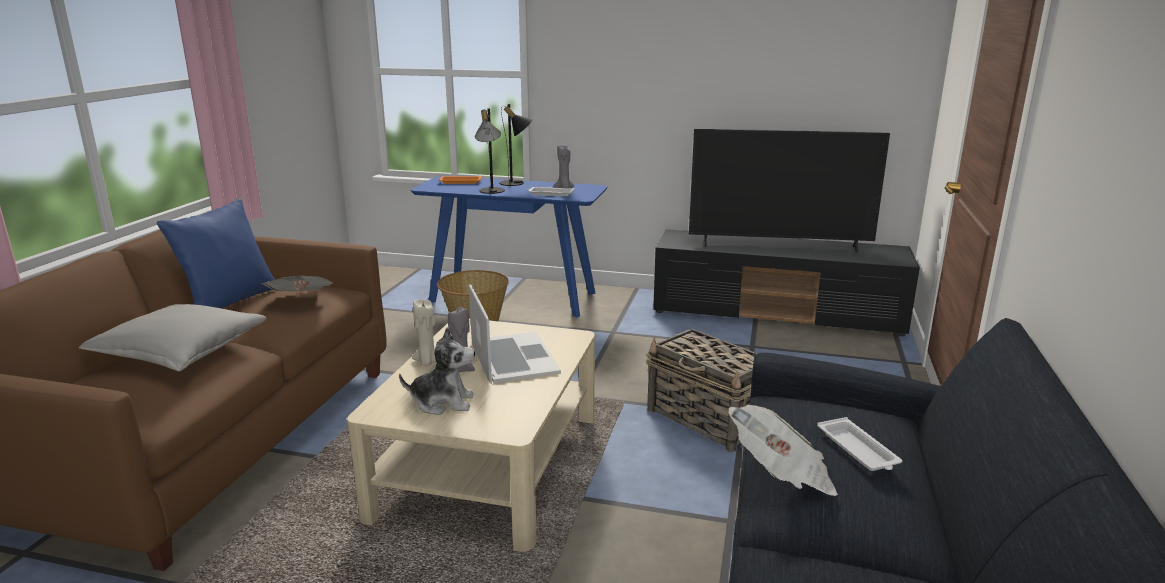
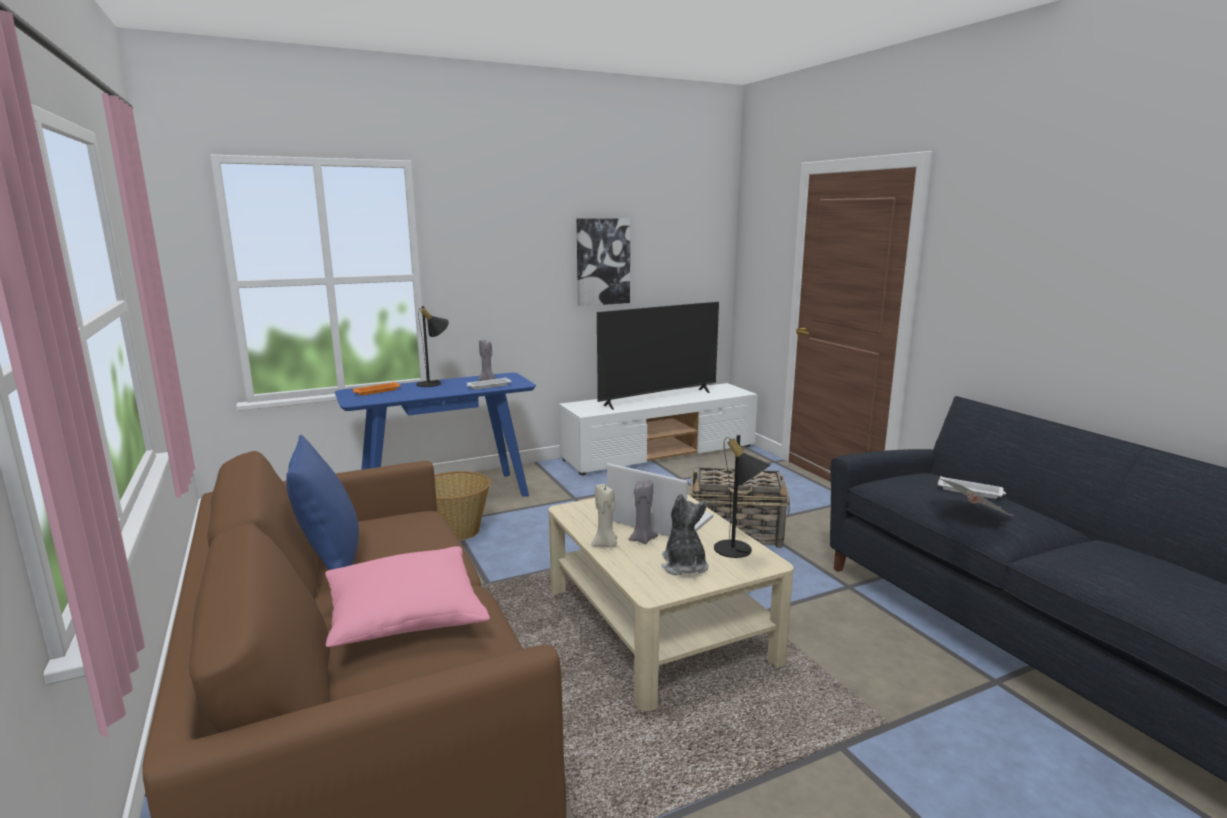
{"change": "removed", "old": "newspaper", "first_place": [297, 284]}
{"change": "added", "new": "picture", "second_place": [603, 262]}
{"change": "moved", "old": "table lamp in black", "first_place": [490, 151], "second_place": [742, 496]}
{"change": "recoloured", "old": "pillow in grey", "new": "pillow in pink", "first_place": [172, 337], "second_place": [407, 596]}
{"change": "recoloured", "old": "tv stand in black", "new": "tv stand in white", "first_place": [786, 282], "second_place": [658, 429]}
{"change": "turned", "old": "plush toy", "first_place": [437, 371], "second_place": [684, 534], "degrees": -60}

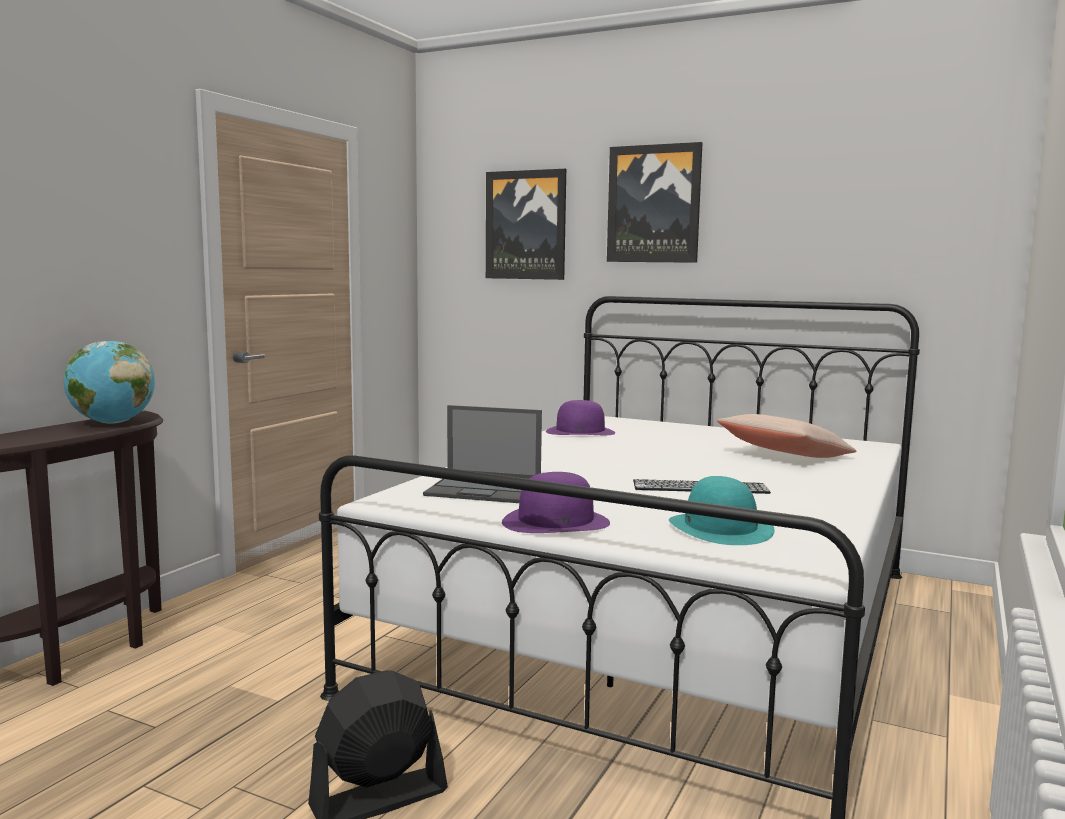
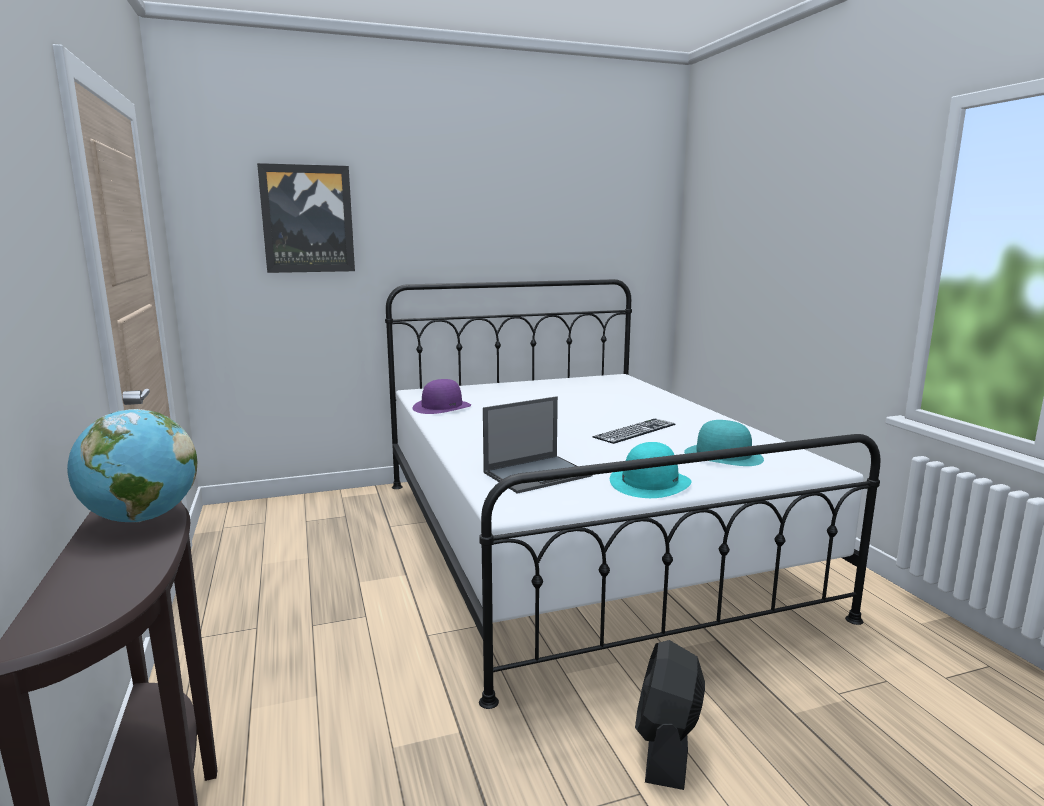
{"change": "removed", "old": "picture", "first_place": [655, 202]}
{"change": "removed", "old": "pillow in beige", "first_place": [786, 436]}
{"change": "recoloured", "old": "hat in purple", "new": "hat in turquoise", "first_place": [556, 502], "second_place": [650, 470]}

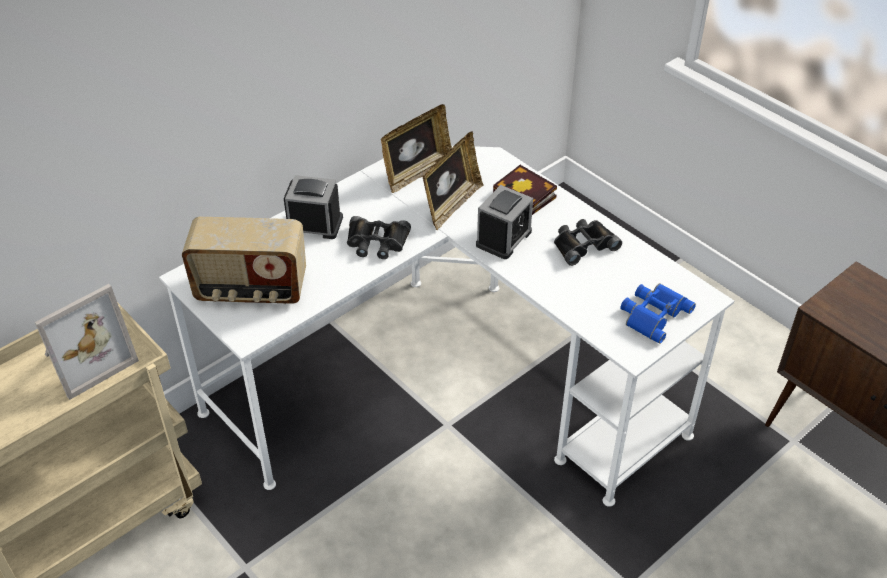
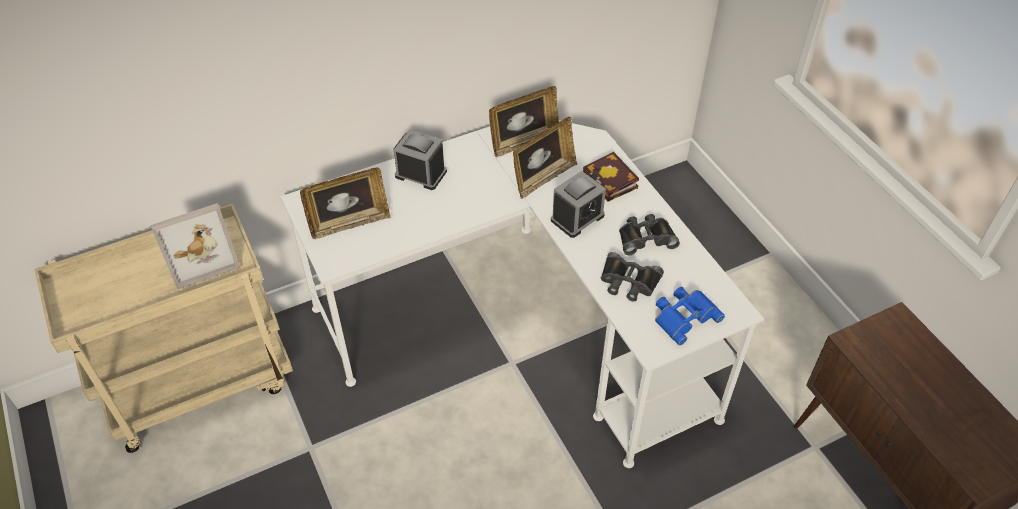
{"change": "moved", "old": "binoculars in black", "first_place": [379, 237], "second_place": [632, 276]}
{"change": "replaced", "old": "radio", "new": "picture frame", "first_place": [244, 260], "second_place": [345, 203]}

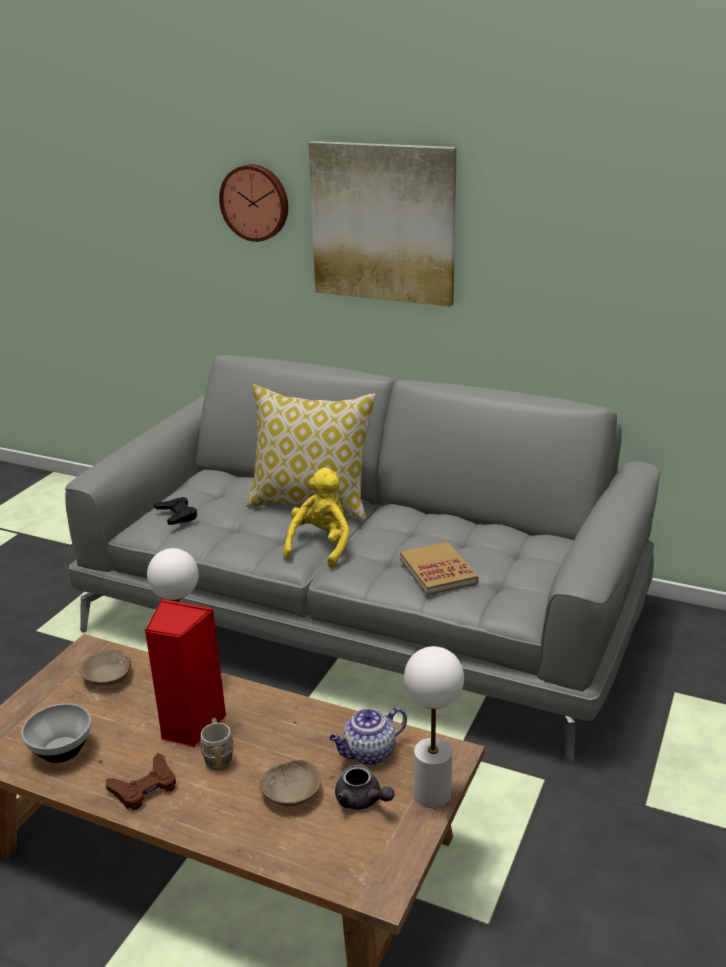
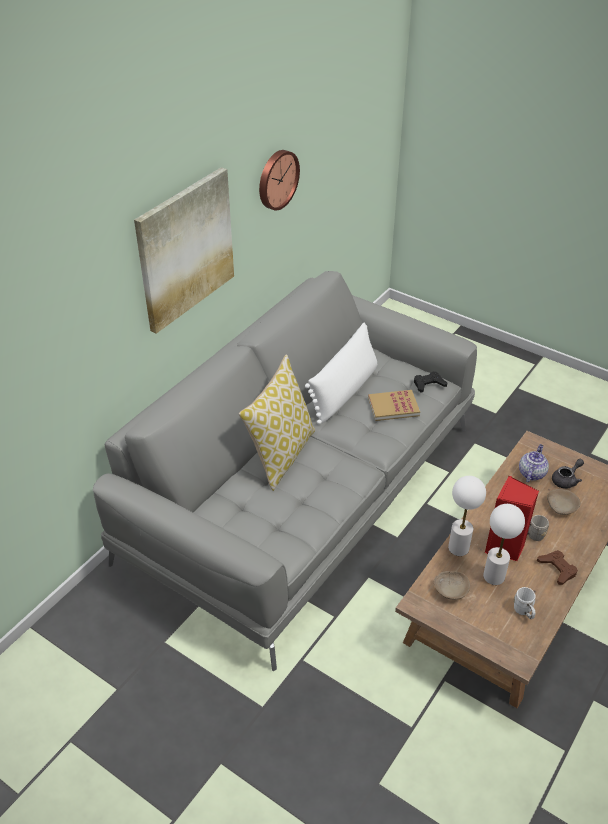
{"change": "removed", "old": "plush toy in yellow", "first_place": [316, 518]}
{"change": "added", "new": "pillow in white", "second_place": [341, 373]}
{"change": "moved", "old": "game controller in black", "first_place": [175, 511], "second_place": [430, 382]}
{"change": "moved", "old": "wall clock", "first_place": [253, 203], "second_place": [279, 180]}
{"change": "moved", "old": "table lamp in white", "first_place": [434, 727], "second_place": [504, 544]}
{"change": "replaced", "old": "bowl", "new": "mug in white", "first_place": [56, 733], "second_place": [524, 603]}
{"change": "turned", "old": "teapot", "first_place": [368, 736], "second_place": [534, 463], "degrees": -135}

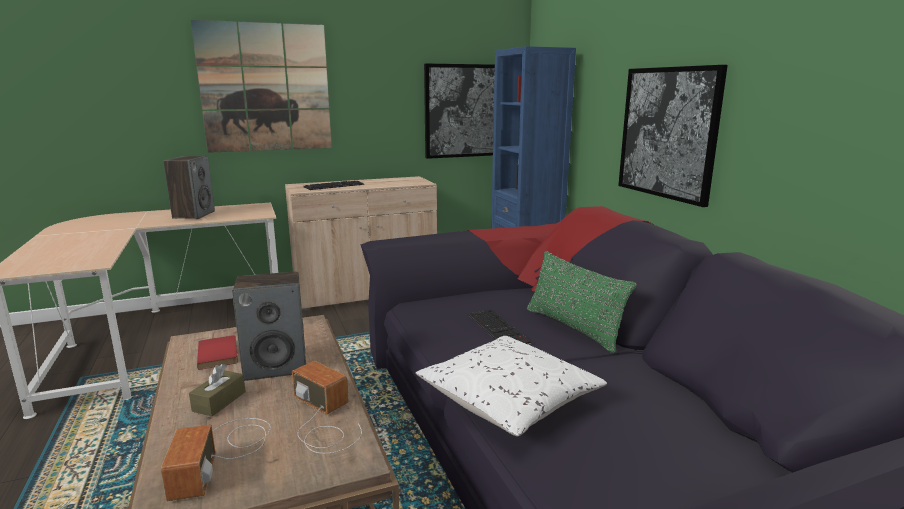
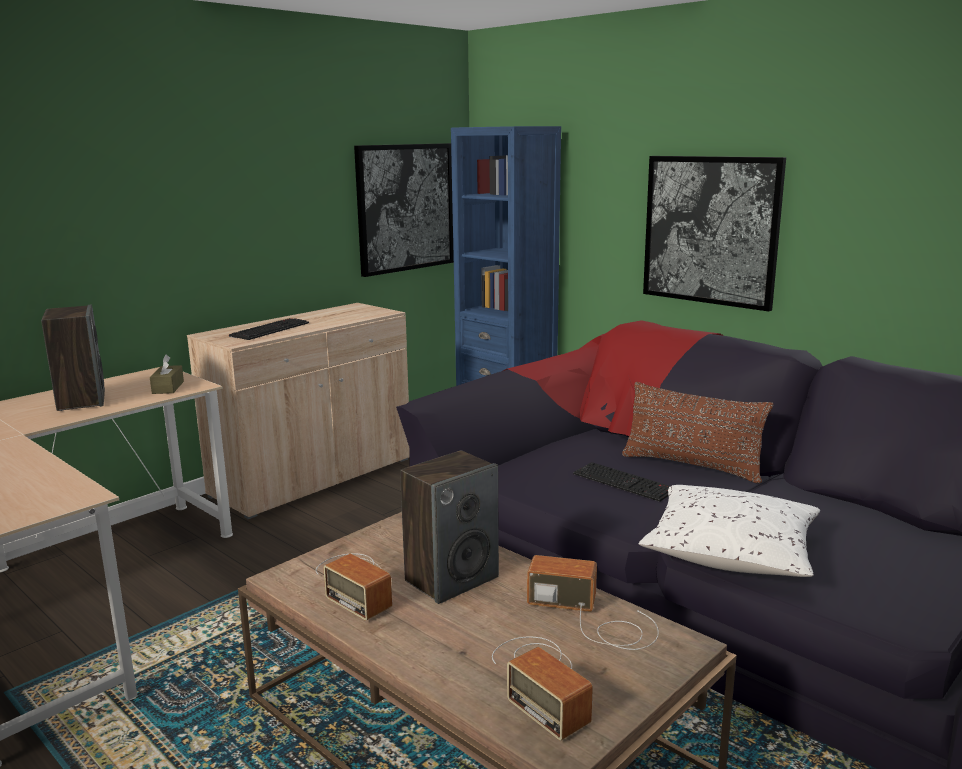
{"change": "removed", "old": "picture", "first_place": [261, 86]}
{"change": "moved", "old": "tissue box in brown", "first_place": [217, 390], "second_place": [167, 374]}
{"change": "replaced", "old": "book in red", "new": "radio", "first_place": [217, 352], "second_place": [354, 587]}
{"change": "recoloured", "old": "pillow in green", "new": "pillow in brown", "first_place": [582, 302], "second_place": [697, 432]}

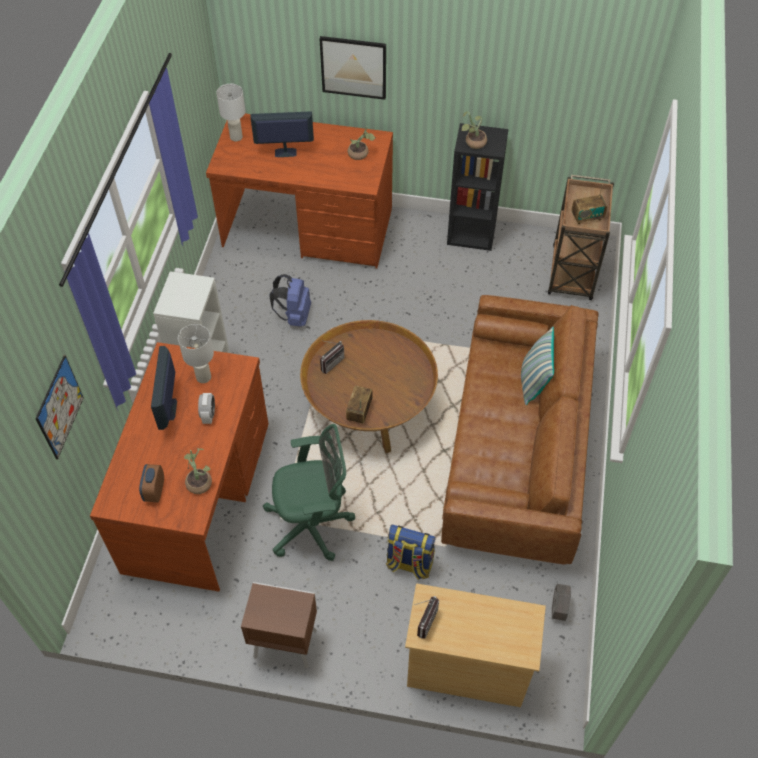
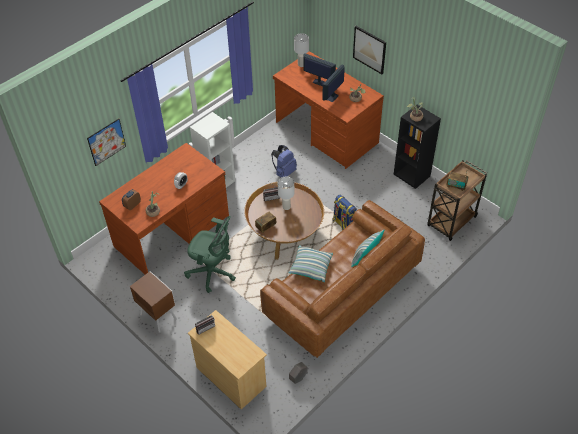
{"change": "added", "new": "pillow", "second_place": [310, 263]}
{"change": "moved", "old": "monitor", "first_place": [164, 388], "second_place": [333, 83]}
{"change": "moved", "old": "table lamp in white", "first_place": [196, 353], "second_place": [286, 193]}
{"change": "moved", "old": "backpack", "first_place": [411, 552], "second_place": [345, 212]}

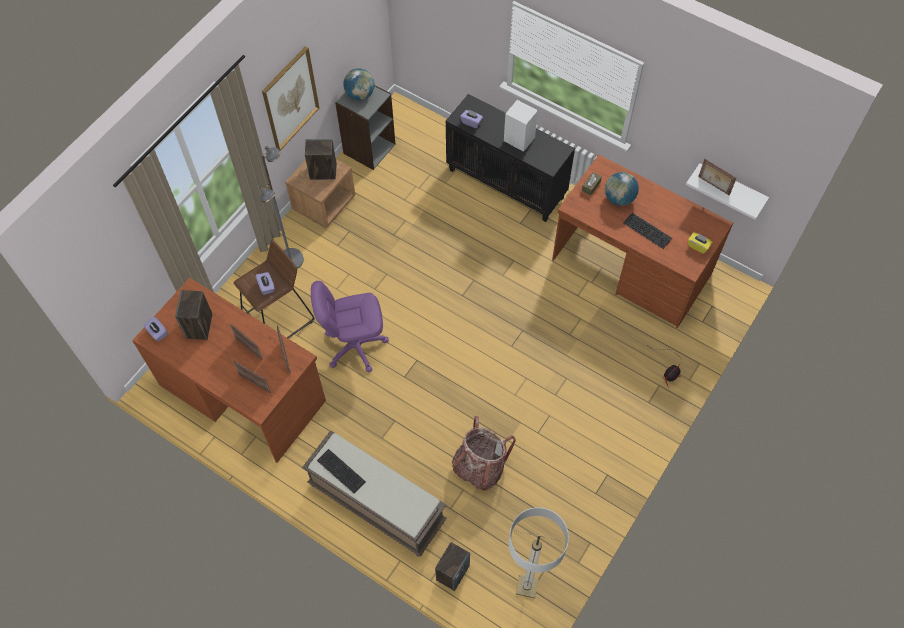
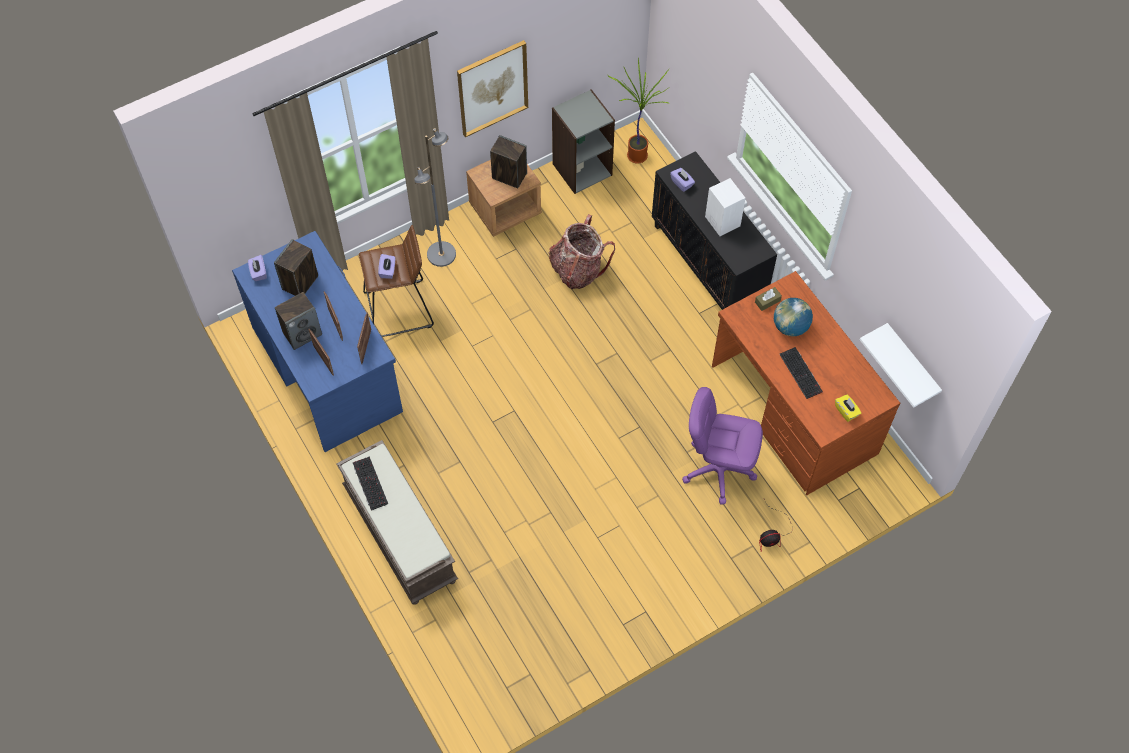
{"change": "removed", "old": "globe", "first_place": [359, 84]}
{"change": "removed", "old": "floor lamp", "first_place": [538, 552]}
{"change": "removed", "old": "picture frame", "first_place": [717, 177]}
{"change": "added", "new": "potted plant", "second_place": [639, 111]}
{"change": "moved", "old": "office chair in purple", "first_place": [350, 326], "second_place": [722, 446]}
{"change": "moved", "old": "speaker", "first_place": [452, 566], "second_place": [298, 321]}
{"change": "moved", "old": "backpack", "first_place": [484, 453], "second_place": [582, 251]}
{"change": "recoloured", "old": "desk in brown", "new": "desk in blue", "first_place": [229, 370], "second_place": [317, 341]}

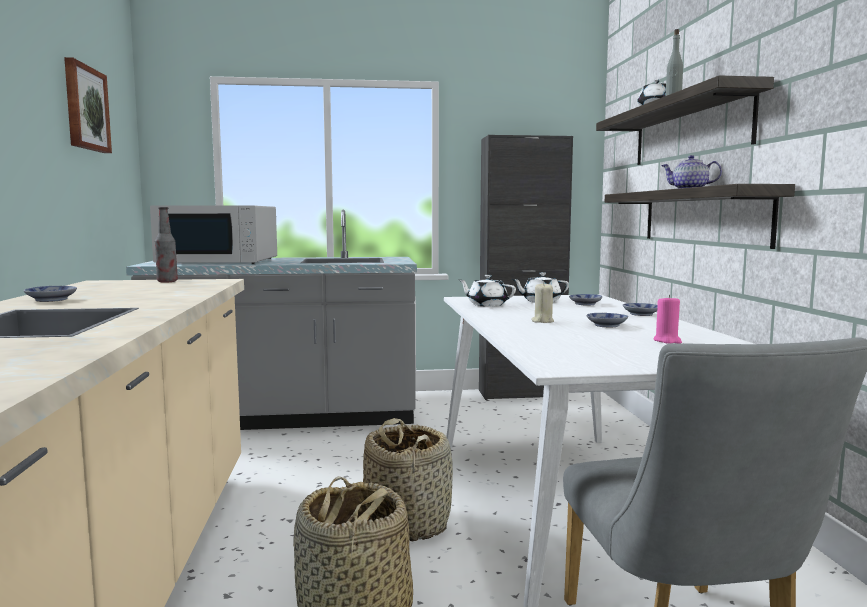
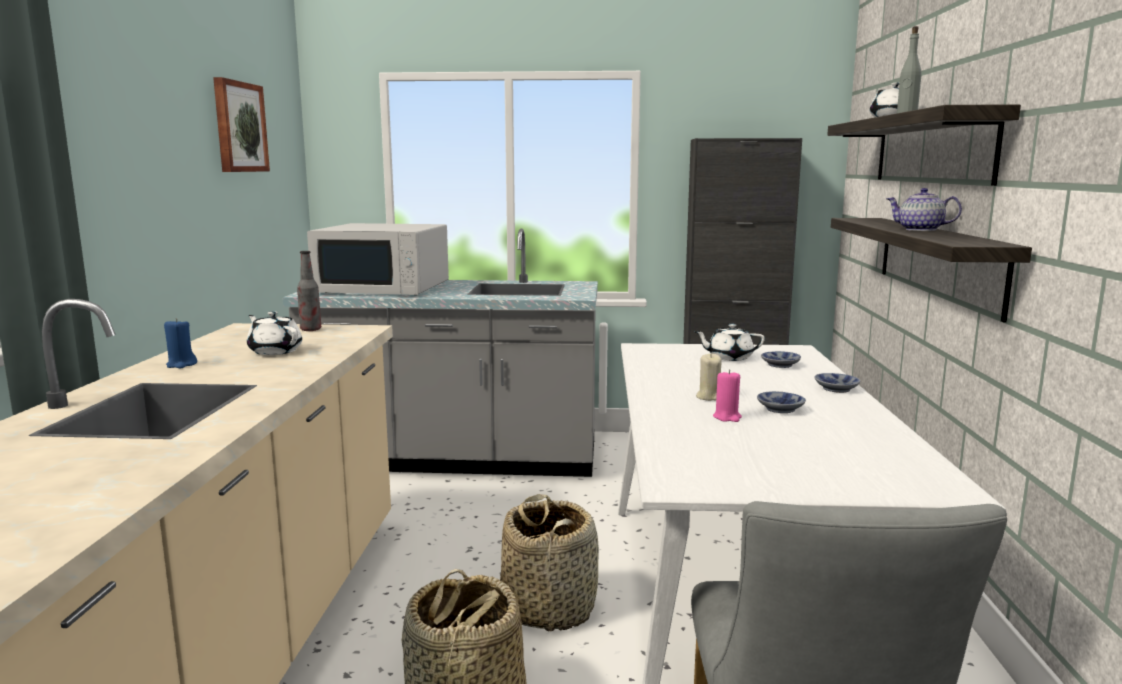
{"change": "moved", "old": "teapot in white", "first_place": [487, 291], "second_place": [274, 333]}
{"change": "moved", "old": "candle in pink", "first_place": [668, 319], "second_place": [727, 395]}
{"change": "replaced", "old": "bowl", "new": "candle in blue", "first_place": [50, 294], "second_place": [180, 343]}

